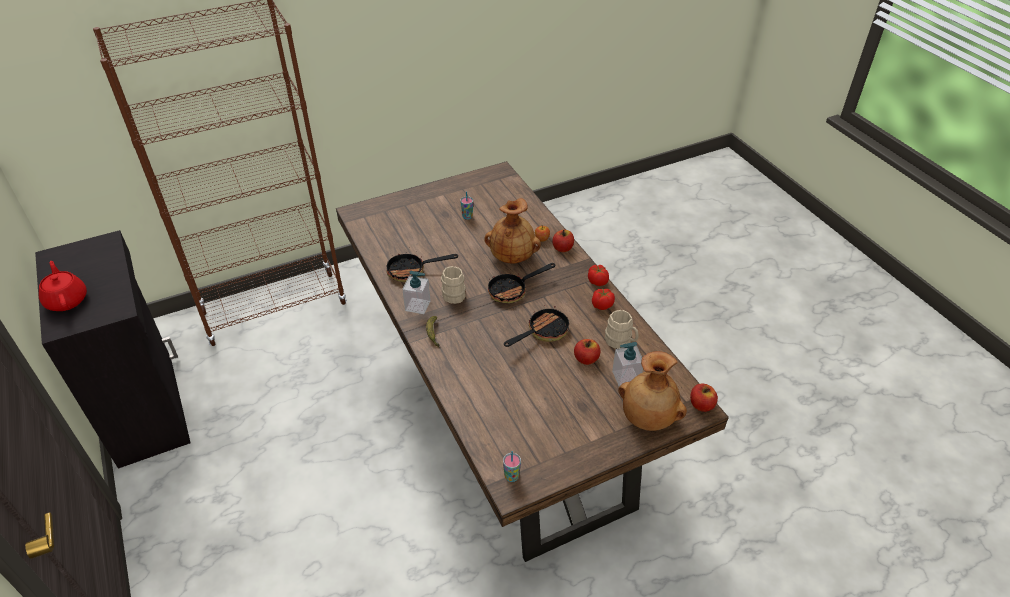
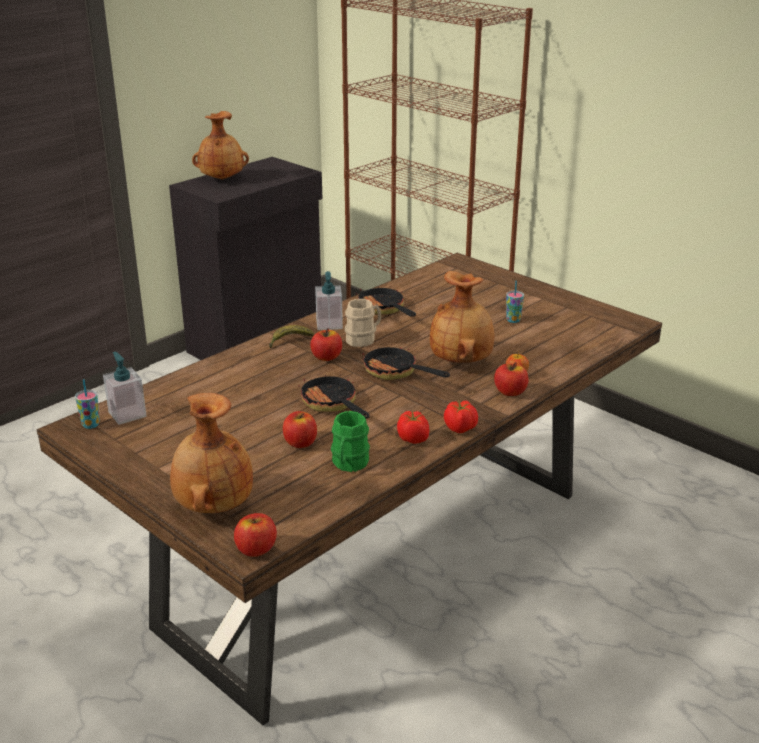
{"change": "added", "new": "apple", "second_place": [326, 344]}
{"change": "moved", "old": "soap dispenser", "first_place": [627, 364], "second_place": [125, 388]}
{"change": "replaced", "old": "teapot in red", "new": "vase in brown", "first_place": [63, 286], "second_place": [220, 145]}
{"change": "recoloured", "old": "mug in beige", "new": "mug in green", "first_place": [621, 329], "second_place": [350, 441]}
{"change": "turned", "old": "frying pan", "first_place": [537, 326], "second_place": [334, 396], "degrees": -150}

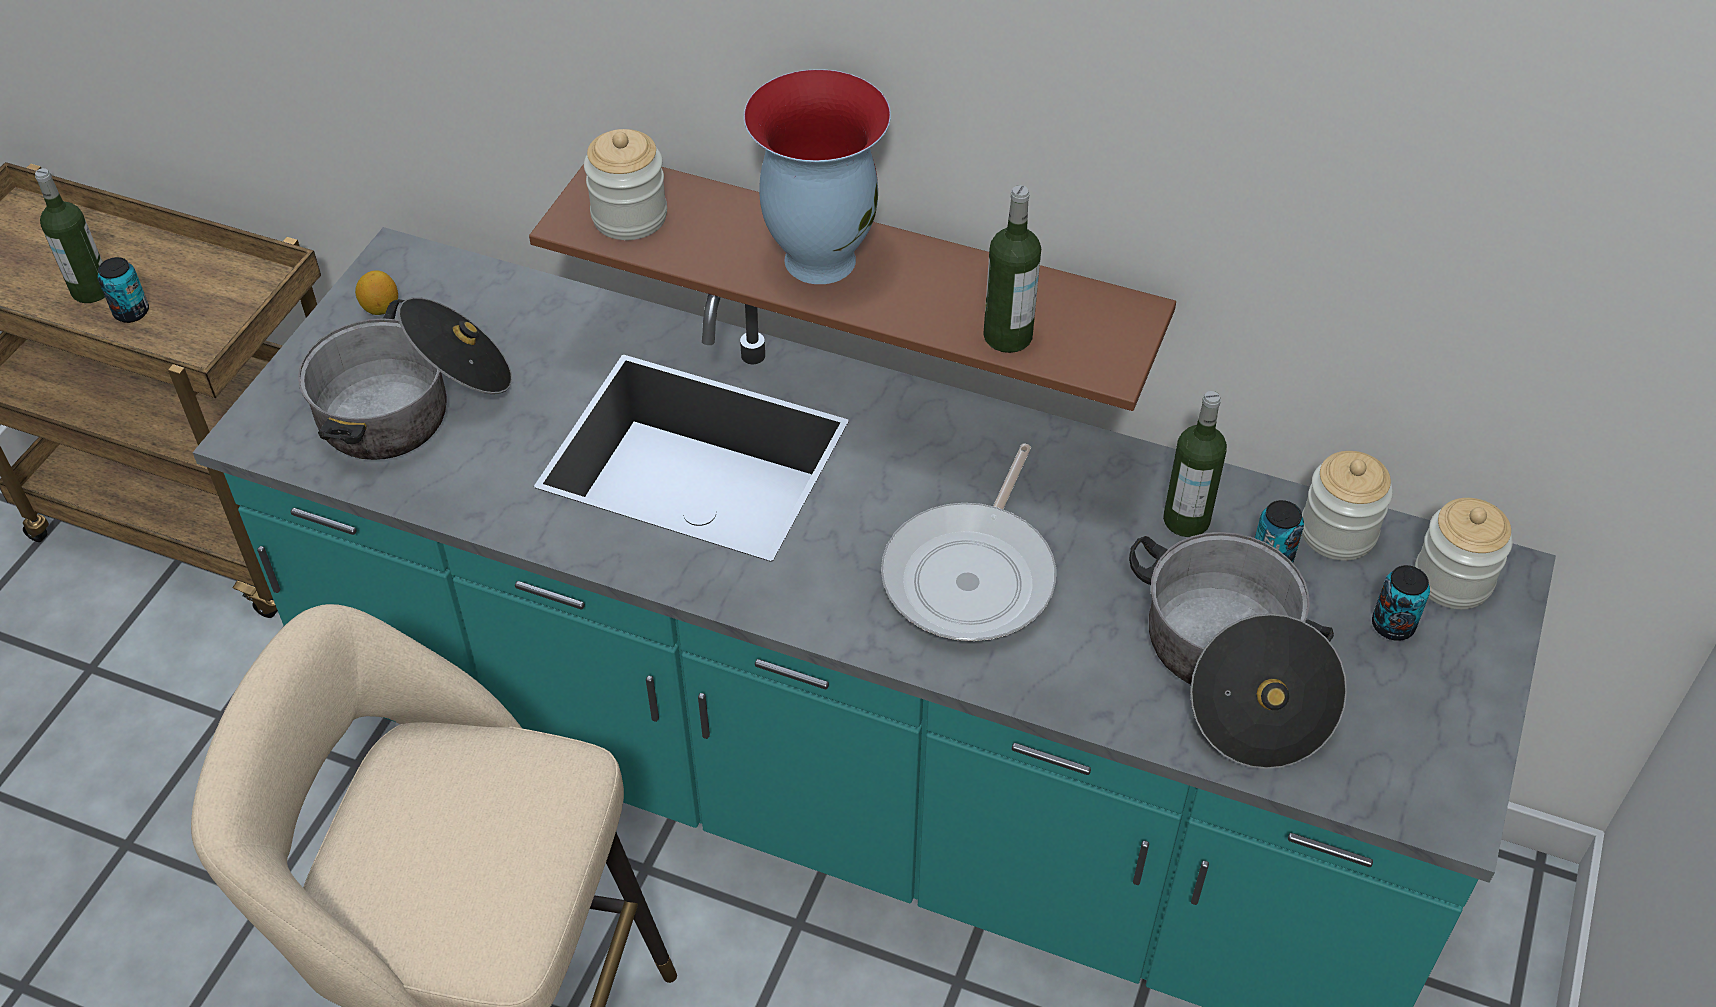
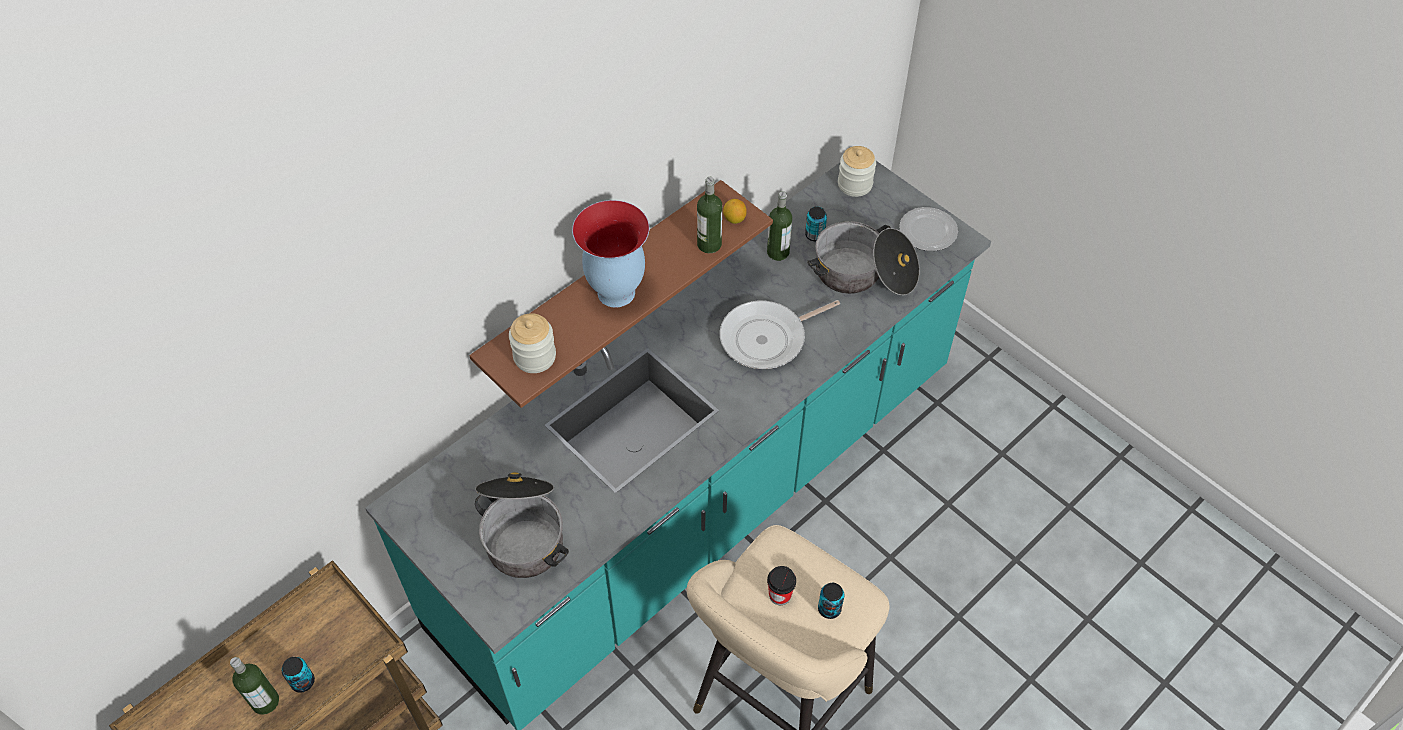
{"change": "removed", "old": "jar", "first_place": [1347, 506]}
{"change": "added", "new": "cup", "second_place": [781, 585]}
{"change": "added", "new": "plate", "second_place": [928, 229]}
{"change": "moved", "old": "lemon", "first_place": [376, 292], "second_place": [735, 211]}
{"change": "moved", "old": "can", "first_place": [1401, 603], "second_place": [831, 601]}
{"change": "turned", "old": "frying pan", "first_place": [968, 542], "second_place": [780, 334], "degrees": 105}

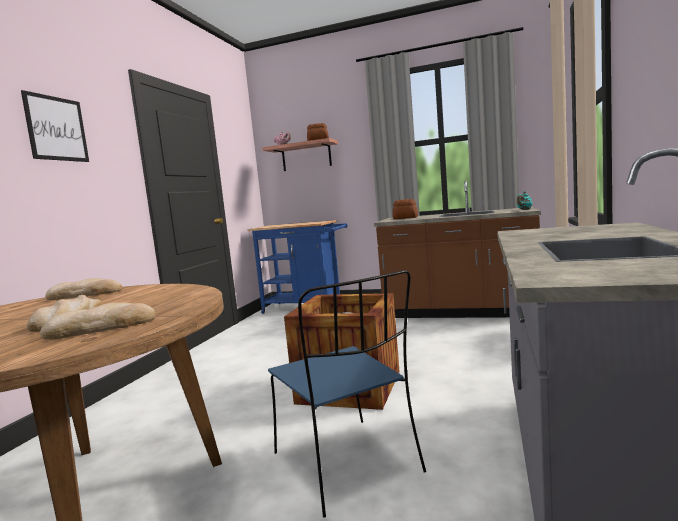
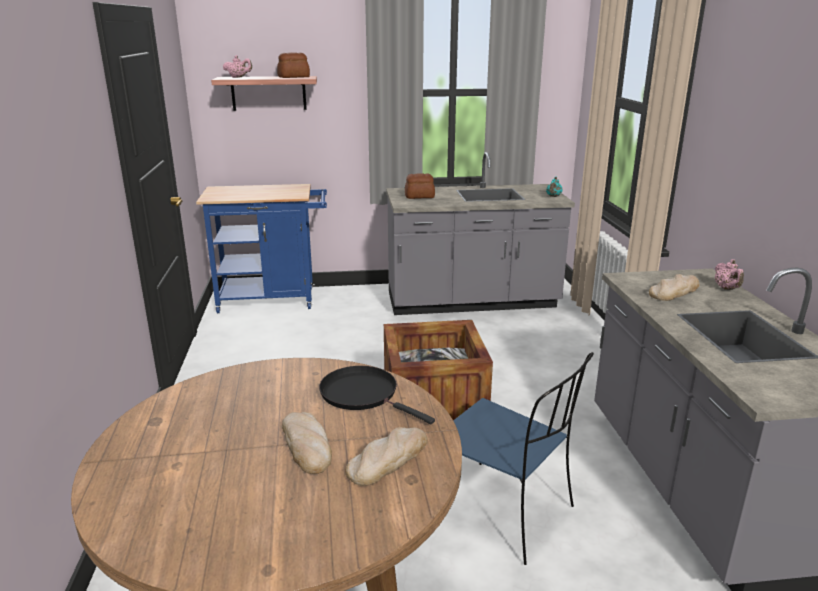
{"change": "removed", "old": "picture", "first_place": [55, 126]}
{"change": "added", "new": "frying pan in black", "second_place": [377, 395]}
{"change": "added", "new": "teapot in pink", "second_place": [729, 274]}
{"change": "moved", "old": "bread", "first_place": [84, 289], "second_place": [674, 287]}
{"change": "recoloured", "old": "counter in brown", "new": "counter in grey", "first_place": [457, 249], "second_place": [480, 233]}

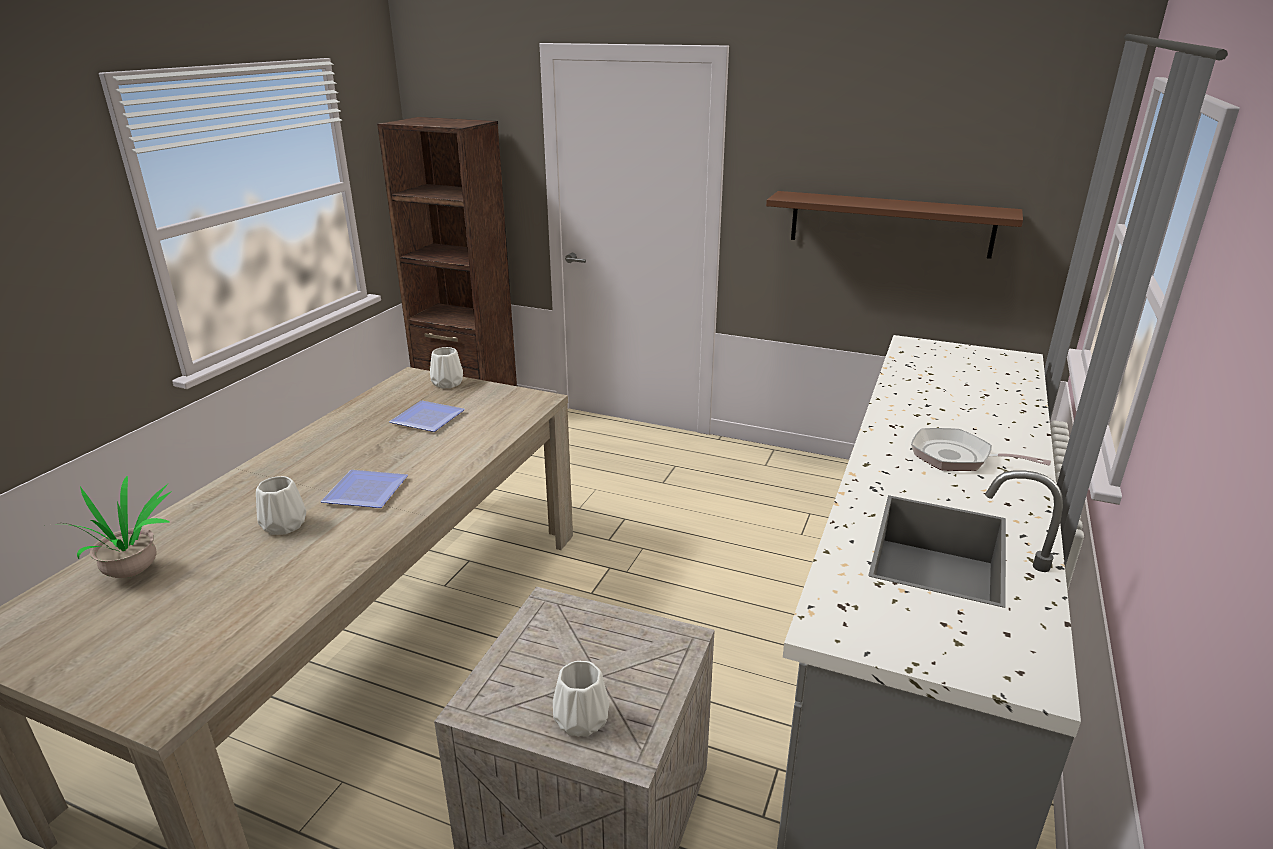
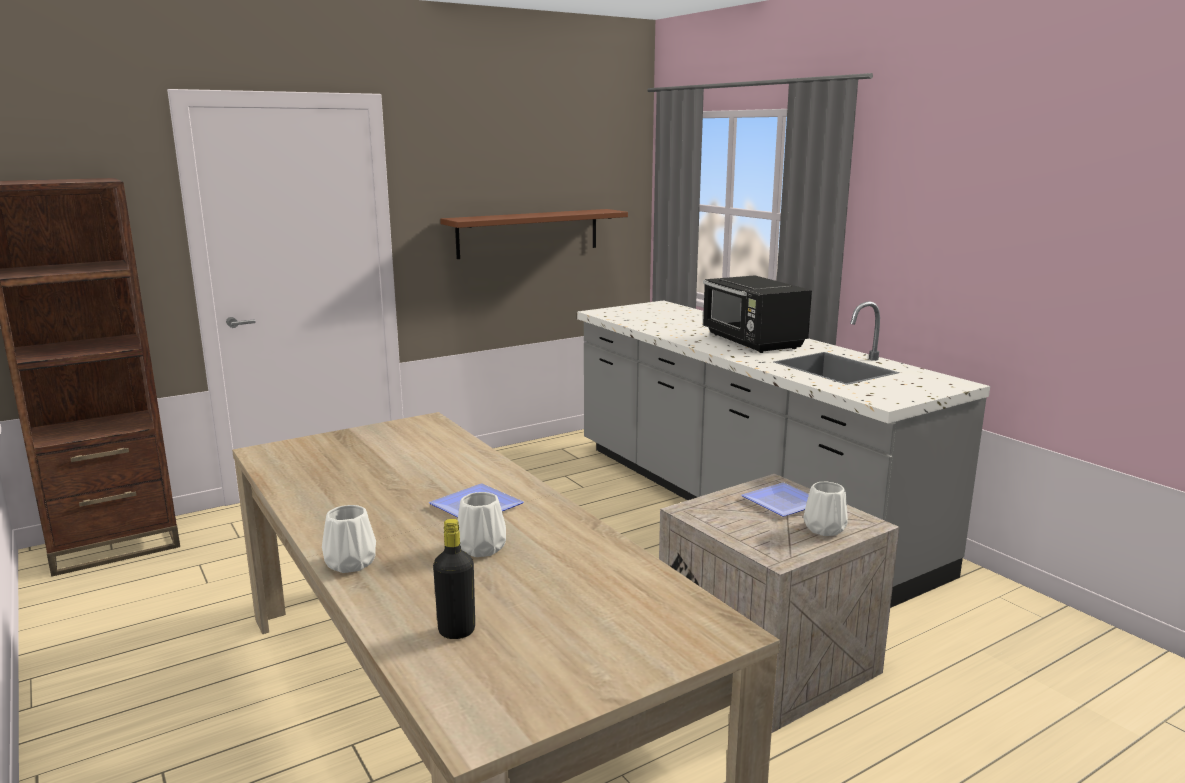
{"change": "moved", "old": "plate", "first_place": [427, 416], "second_place": [775, 500]}
{"change": "moved", "old": "vase in white", "first_place": [446, 367], "second_place": [349, 539]}
{"change": "replaced", "old": "potted plant", "new": "bottle in black", "first_place": [118, 527], "second_place": [454, 579]}
{"change": "replaced", "old": "frying pan", "new": "microwave in black", "first_place": [981, 449], "second_place": [757, 314]}

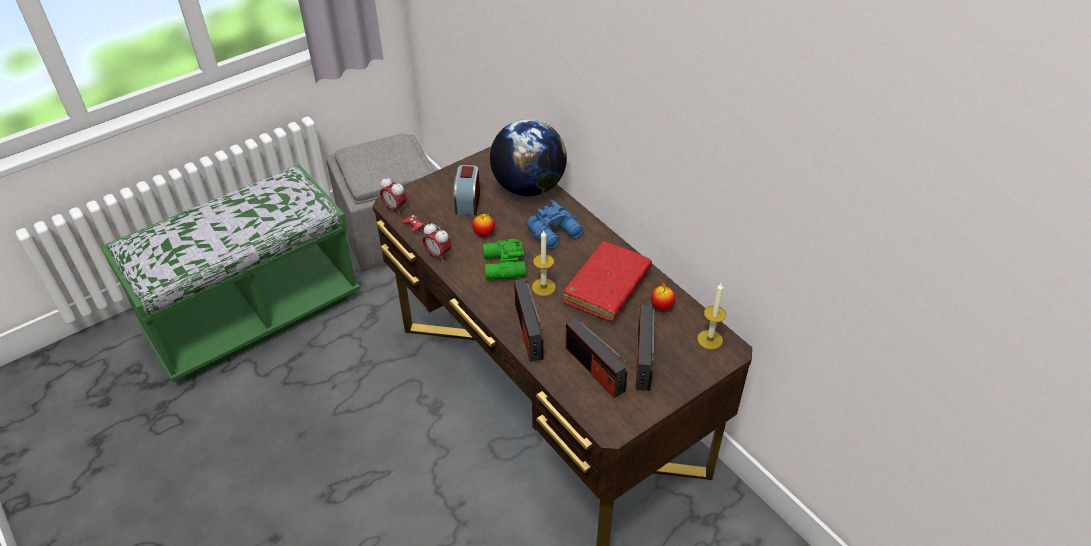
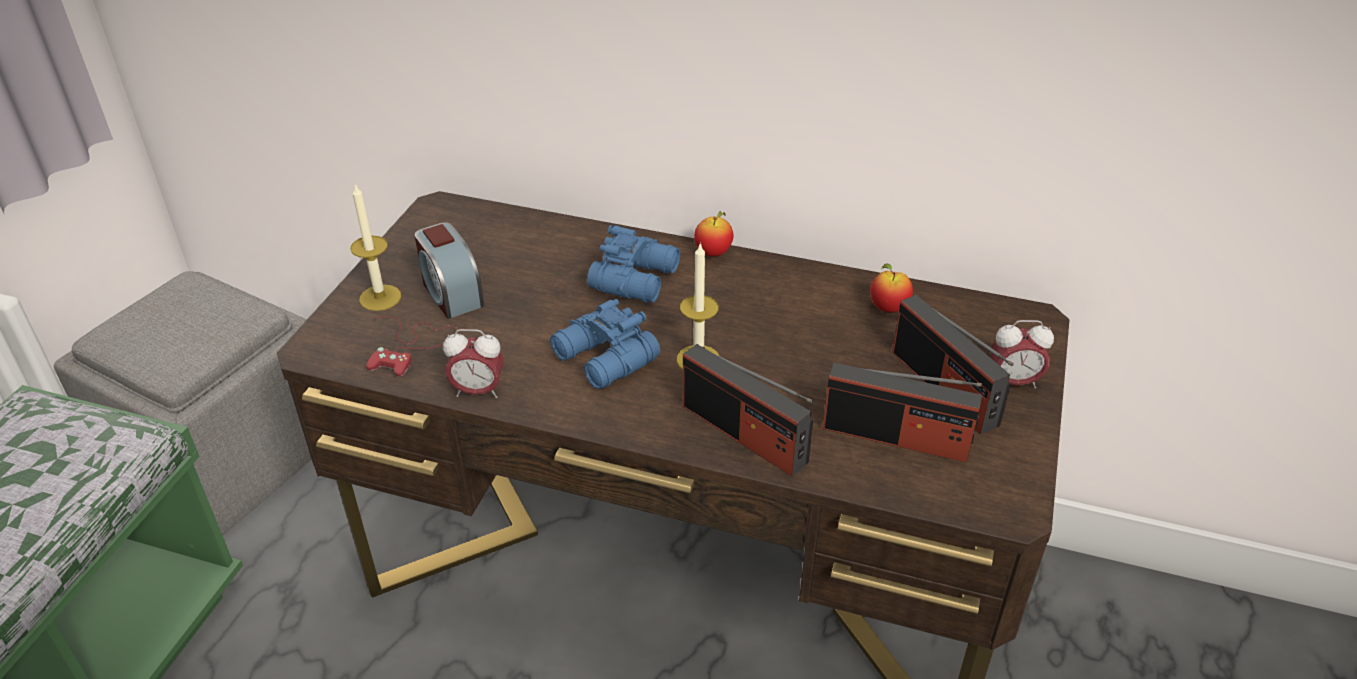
{"change": "removed", "old": "globe", "first_place": [528, 158]}
{"change": "removed", "old": "book in red", "first_place": [607, 281]}
{"change": "moved", "old": "alarm clock", "first_place": [393, 195], "second_place": [1022, 354]}
{"change": "moved", "old": "apple", "first_place": [483, 225], "second_place": [714, 234]}
{"change": "moved", "old": "candle", "first_place": [711, 315], "second_place": [376, 247]}
{"change": "recoloured", "old": "binoculars in green", "new": "binoculars in blue", "first_place": [504, 259], "second_place": [605, 344]}

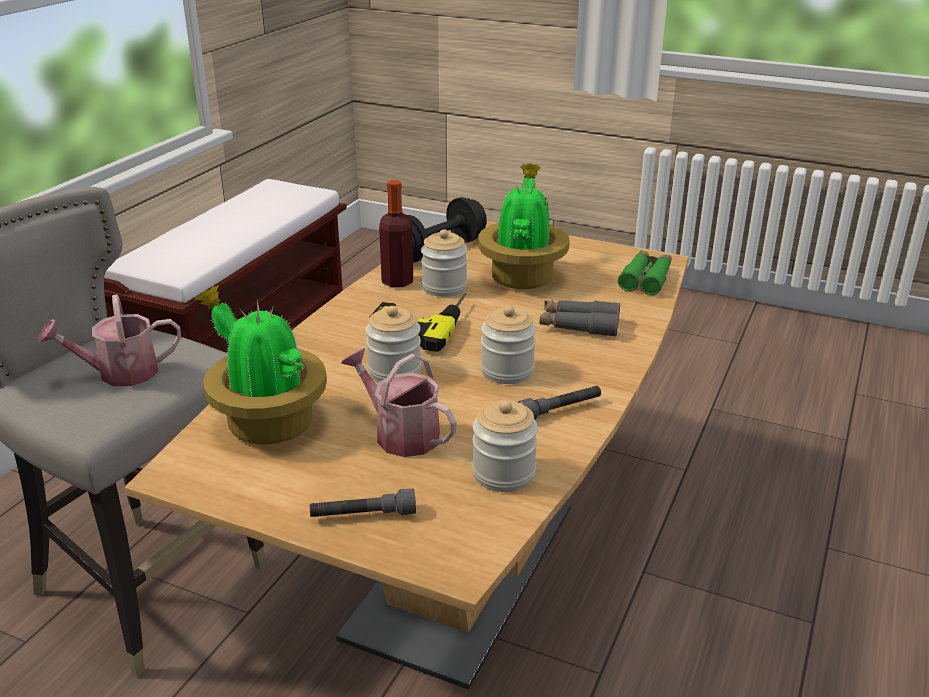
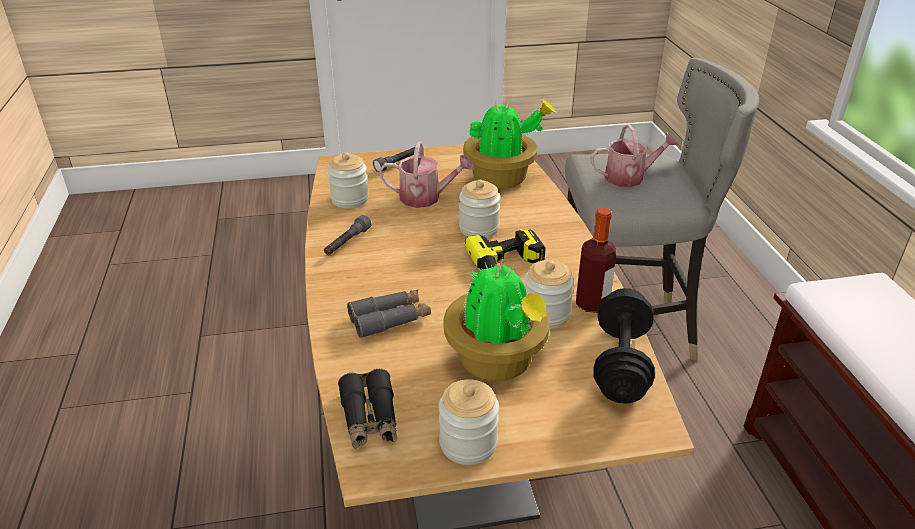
{"change": "moved", "old": "jar", "first_place": [508, 345], "second_place": [469, 422]}
{"change": "recoloured", "old": "binoculars in green", "new": "binoculars in black", "first_place": [645, 272], "second_place": [367, 409]}
{"change": "turned", "old": "watering can", "first_place": [109, 340], "second_place": [634, 155], "degrees": 45}

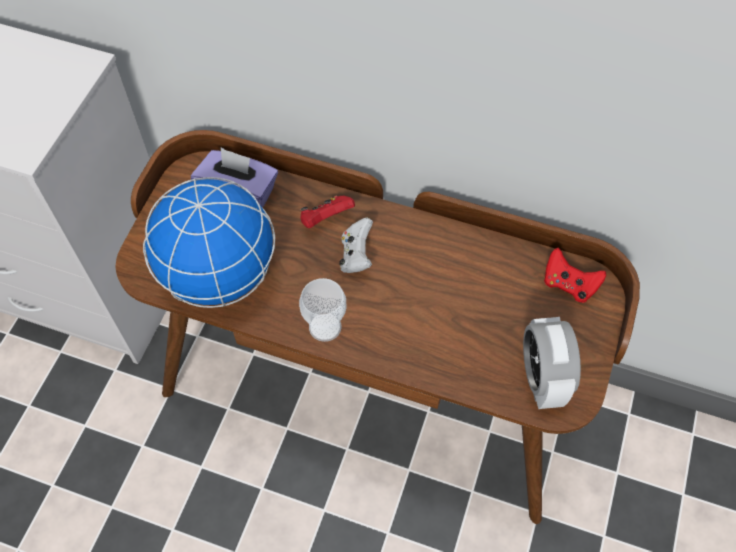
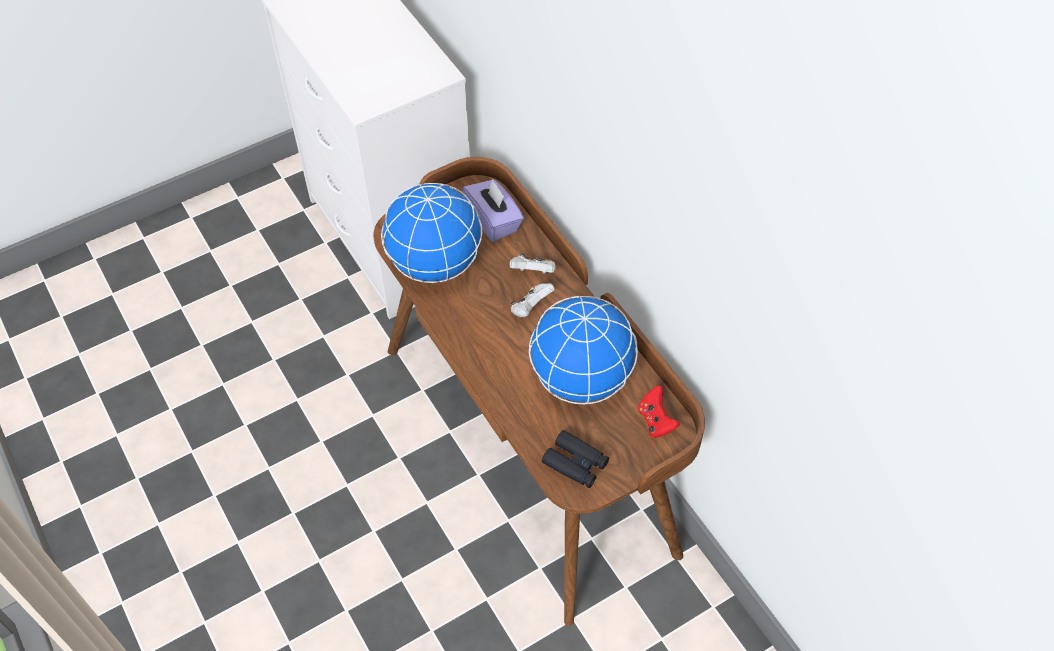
{"change": "removed", "old": "cup", "first_place": [323, 310]}
{"change": "added", "new": "globe", "second_place": [583, 350]}
{"change": "replaced", "old": "alarm clock", "new": "binoculars in black", "first_place": [552, 363], "second_place": [575, 459]}
{"change": "recoloured", "old": "game controller in red", "new": "game controller in white", "first_place": [327, 211], "second_place": [533, 263]}

